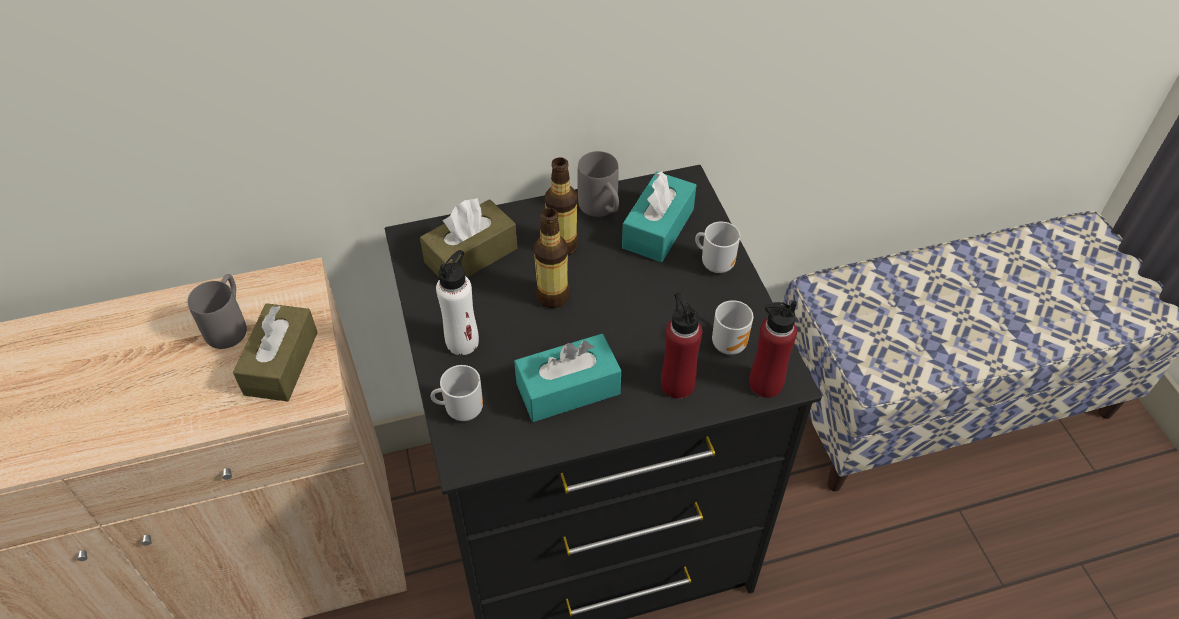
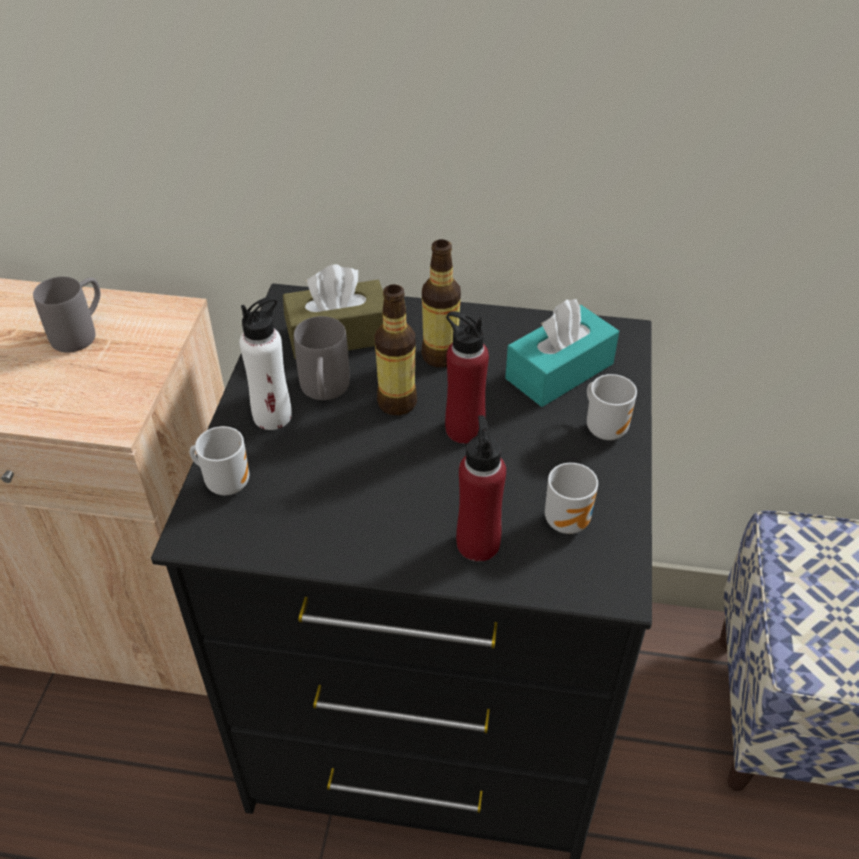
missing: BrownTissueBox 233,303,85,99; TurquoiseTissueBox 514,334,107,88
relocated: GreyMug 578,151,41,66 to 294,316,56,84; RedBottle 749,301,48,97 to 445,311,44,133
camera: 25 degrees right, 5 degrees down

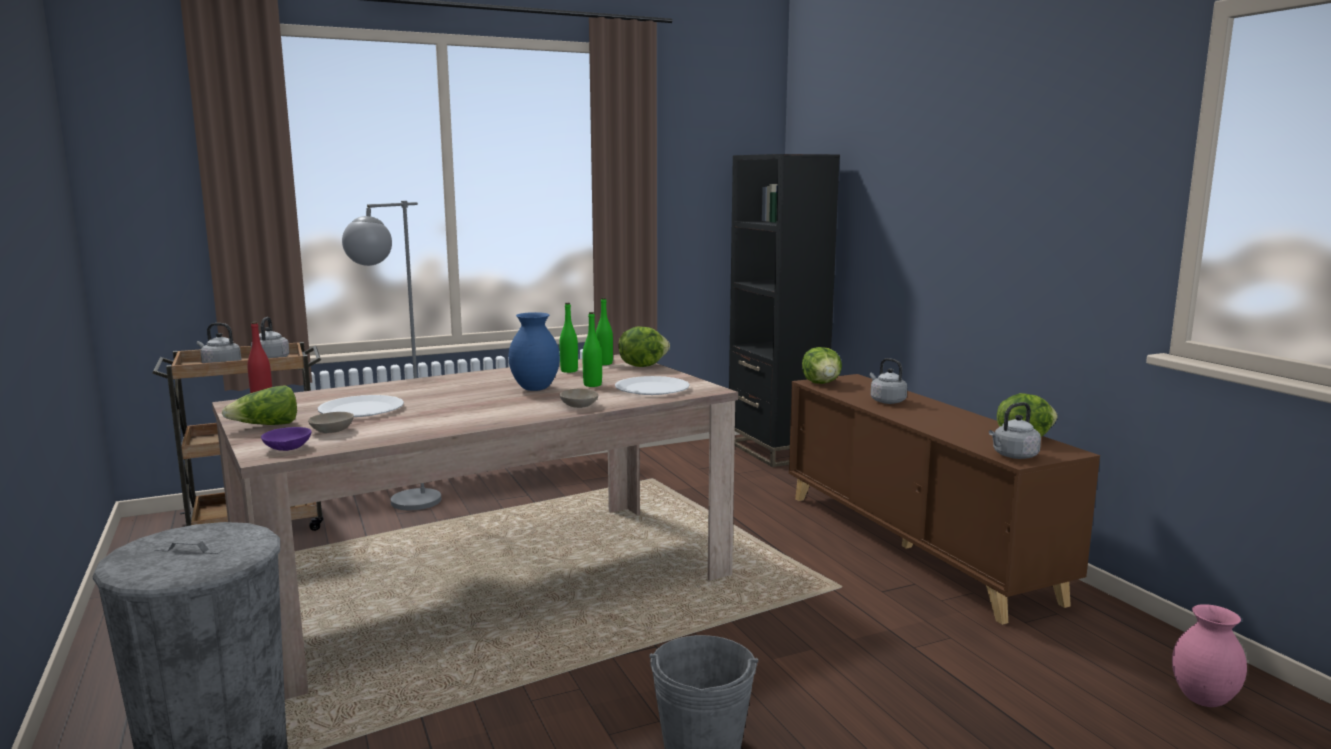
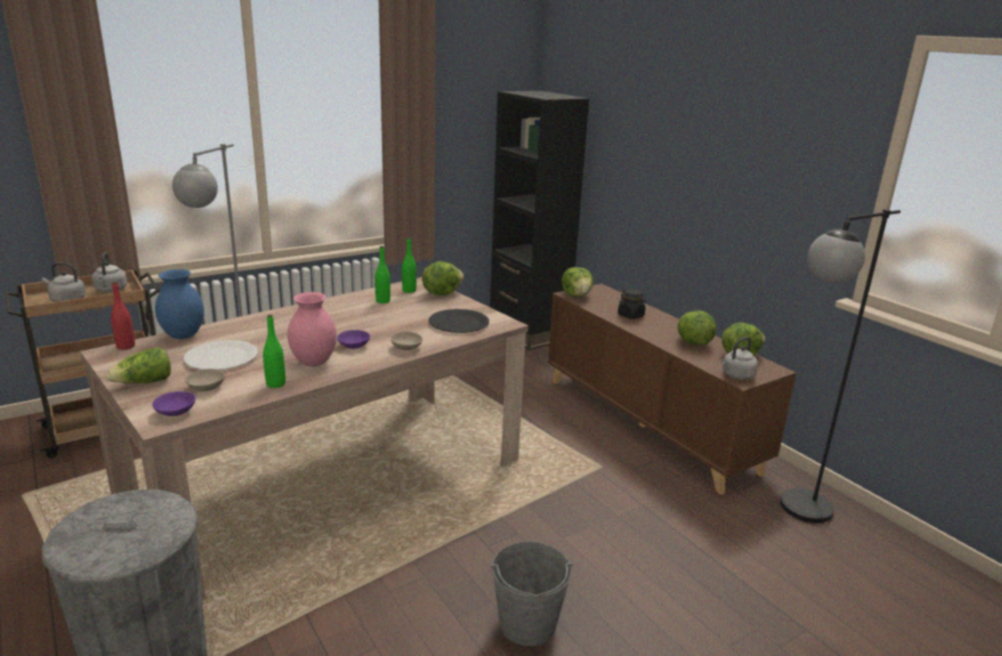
appeared: PurpleBowl 337,330,33,19; Lettuce 678,311,38,34; BlackFloorLamp 780,209,121,314
relocated: BlueVase 509,312,51,79 to 155,269,49,70; GreenBottle 582,312,20,75 to 263,314,22,74; PinkVase 1172,604,75,103 to 287,292,50,75
exchanged: GreyKettle 869,358,38,46 to BlackJar 618,289,28,30
colour: WhitePlate 615,376,75,19 to BlackPlate 429,309,60,24
camera: 10 degrees left, 10 degrees up

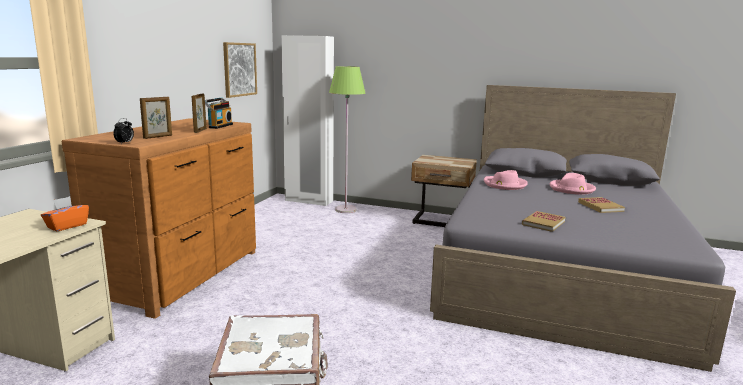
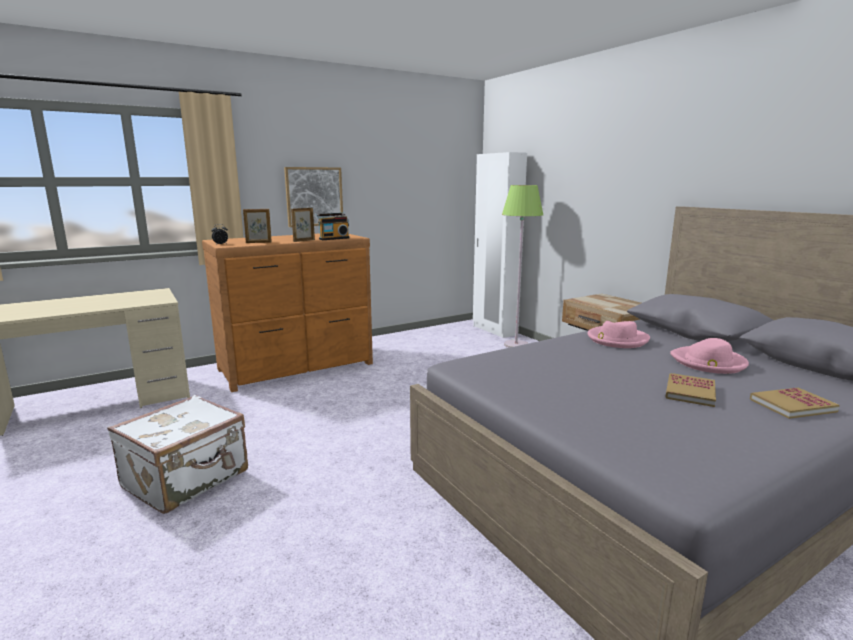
missing: OrangeTissueBox 41,196,48,36
relocated: Picture 223,42,34,56 to 284,167,59,60; Book 522,211,44,21 to 750,388,90,31
camera: 40 degrees right, 0 degrees up

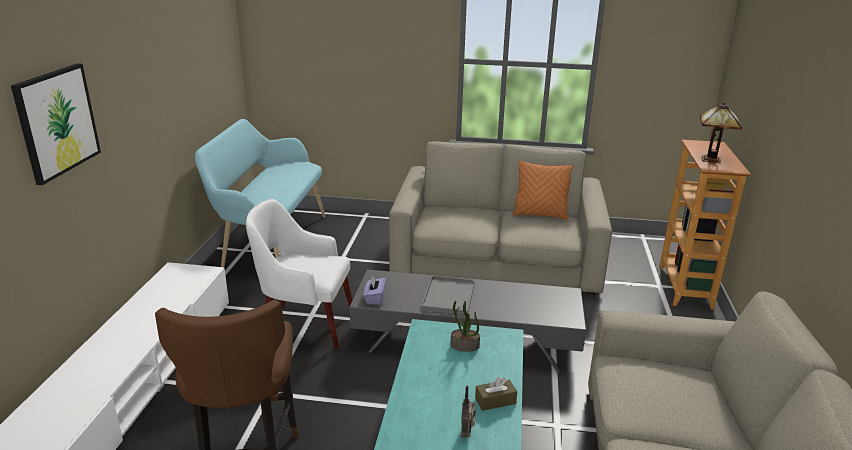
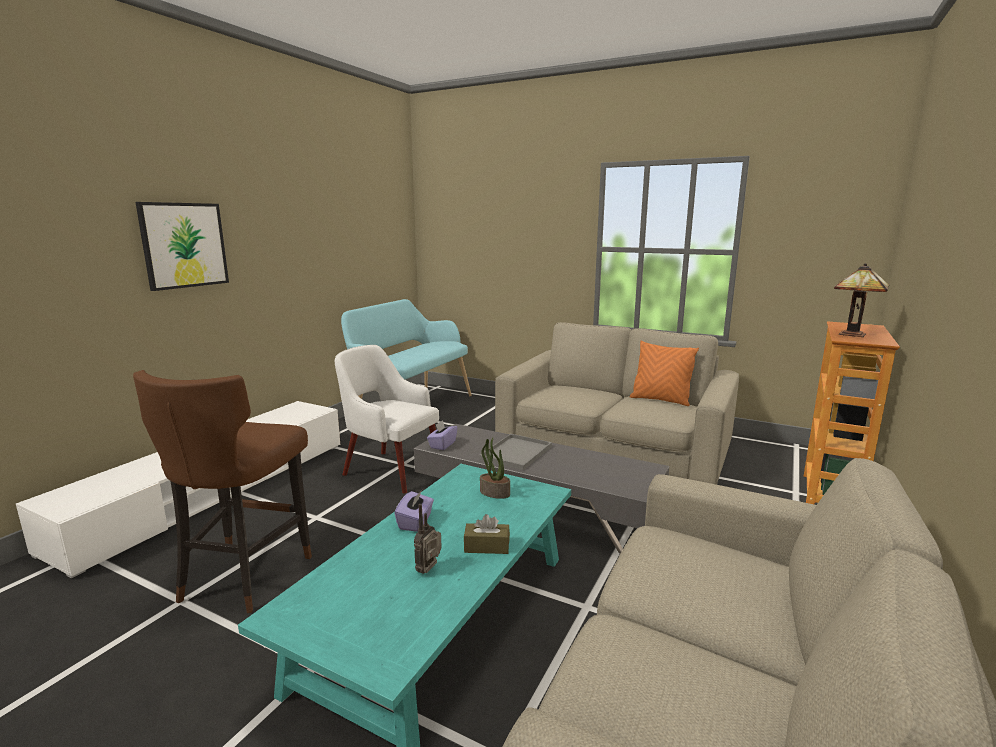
appeared: PurpleTissueBox 395,490,39,42
camera: 20 degrees right, 10 degrees down

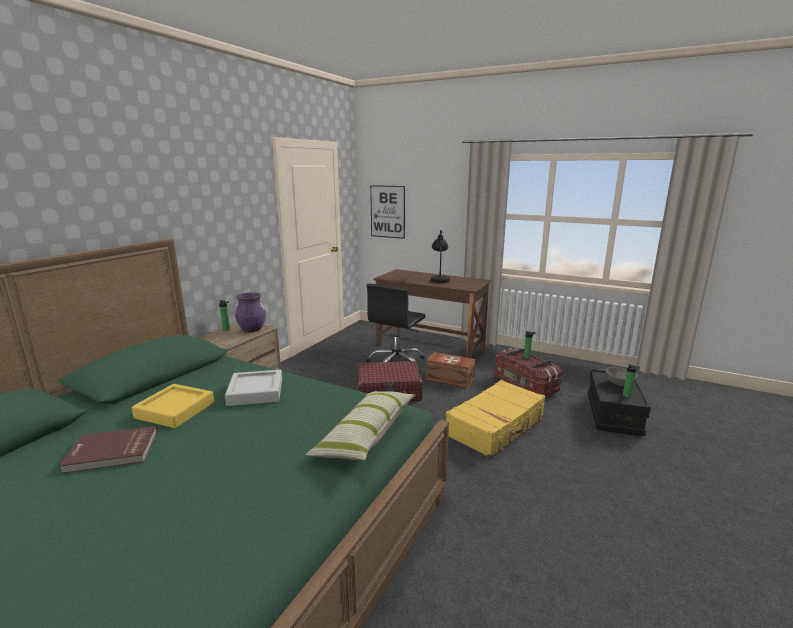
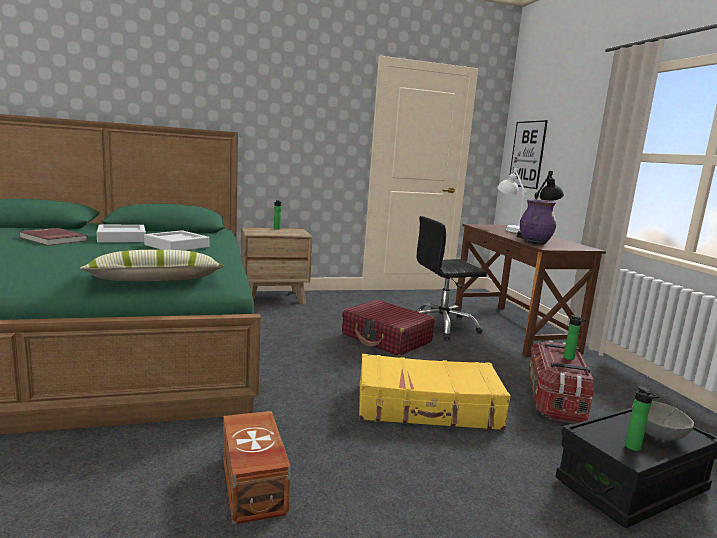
appeared: WhiteTableLamp 497,168,30,65
relocated: PurpleVase 235,292,31,40 to 520,199,36,46; BrownStorageBox 426,352,49,36 to 223,411,68,114
colour: YellowTray 131,384,83,44 to GreyTray 97,225,49,18
camera: 45 degrees right, 5 degrees down

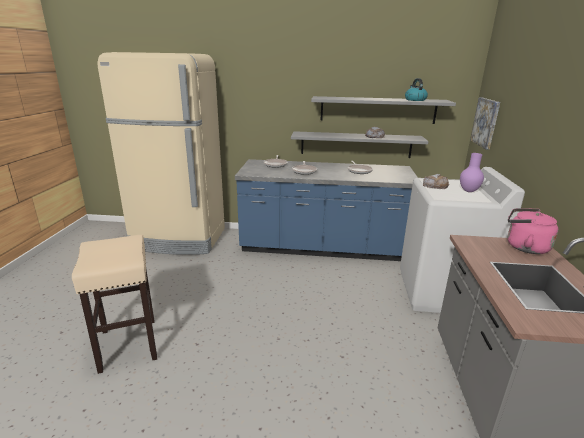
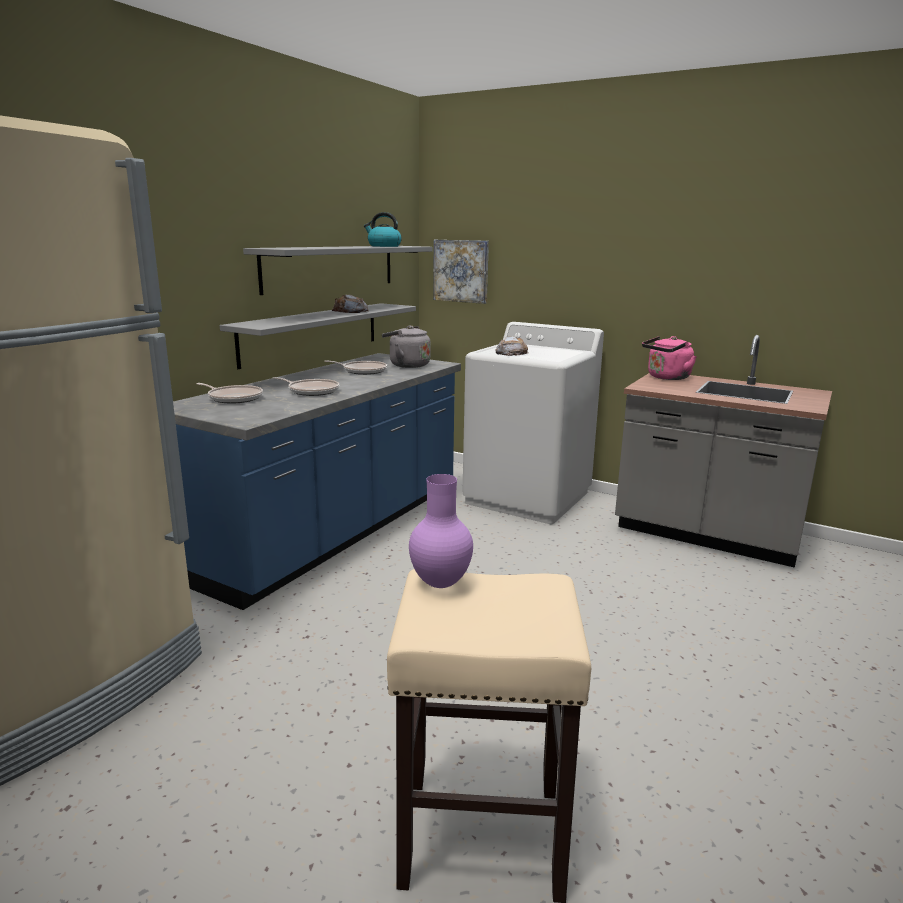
appeared: GreyKettle 382,326,49,42
relocated: PurpleVase 460,153,24,39 to 409,474,64,114
camera: 65 degrees left, 5 degrees down

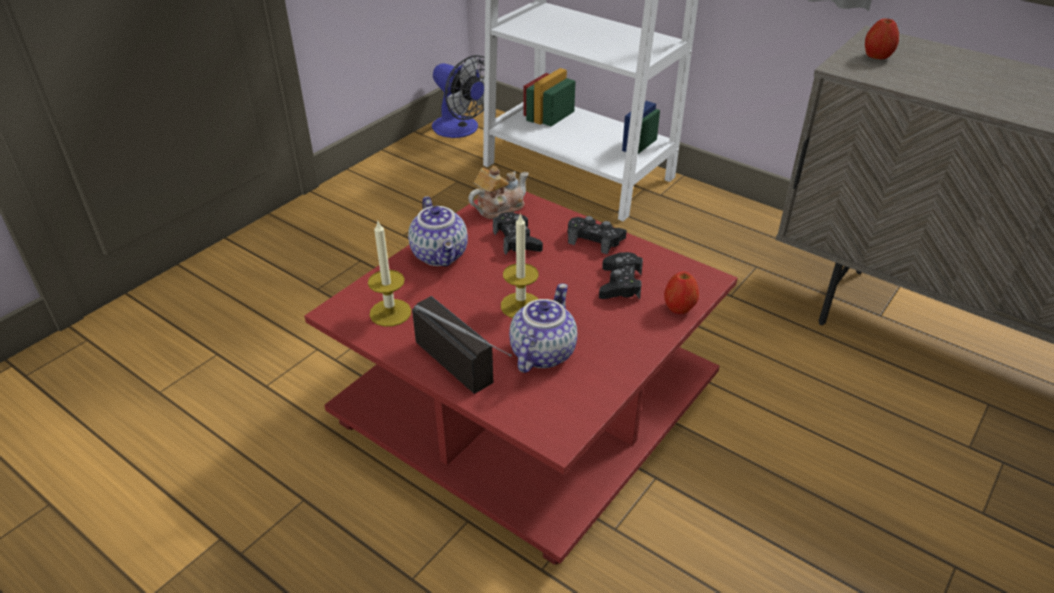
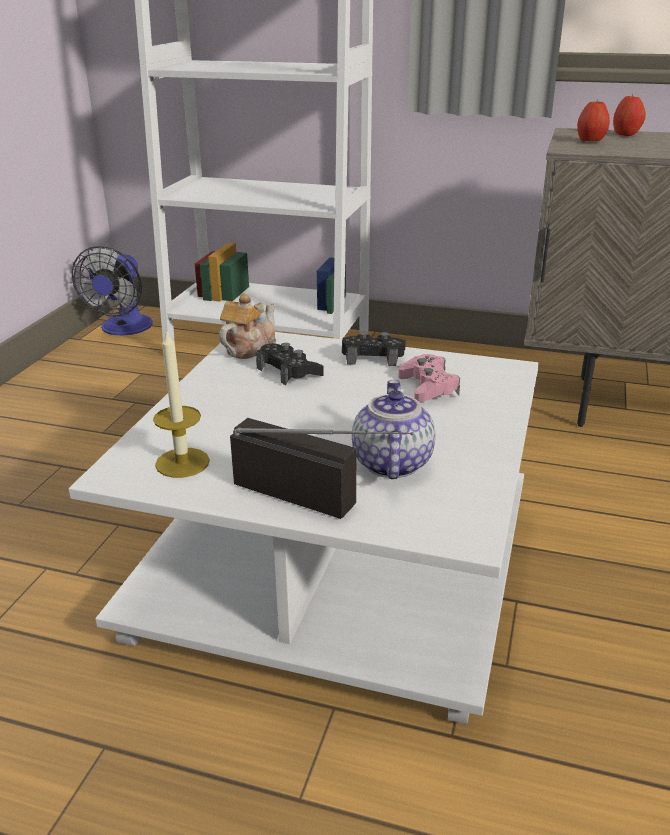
missing: Teapot 408,196,60,71; Candle 501,213,38,105
relocated: Apple 664,271,35,43 to 613,94,33,42
colour: RedCoffeeTable 304,192,434,373 to WhiteCoffeeTable 69,332,470,392; BlackGameController 599,252,44,47 to PinkGameController 399,354,61,49
spun: Fan 432,55,53,83 = 72,246,81,89 75 degrees clockwise
camera: 20 degrees left, 10 degrees down

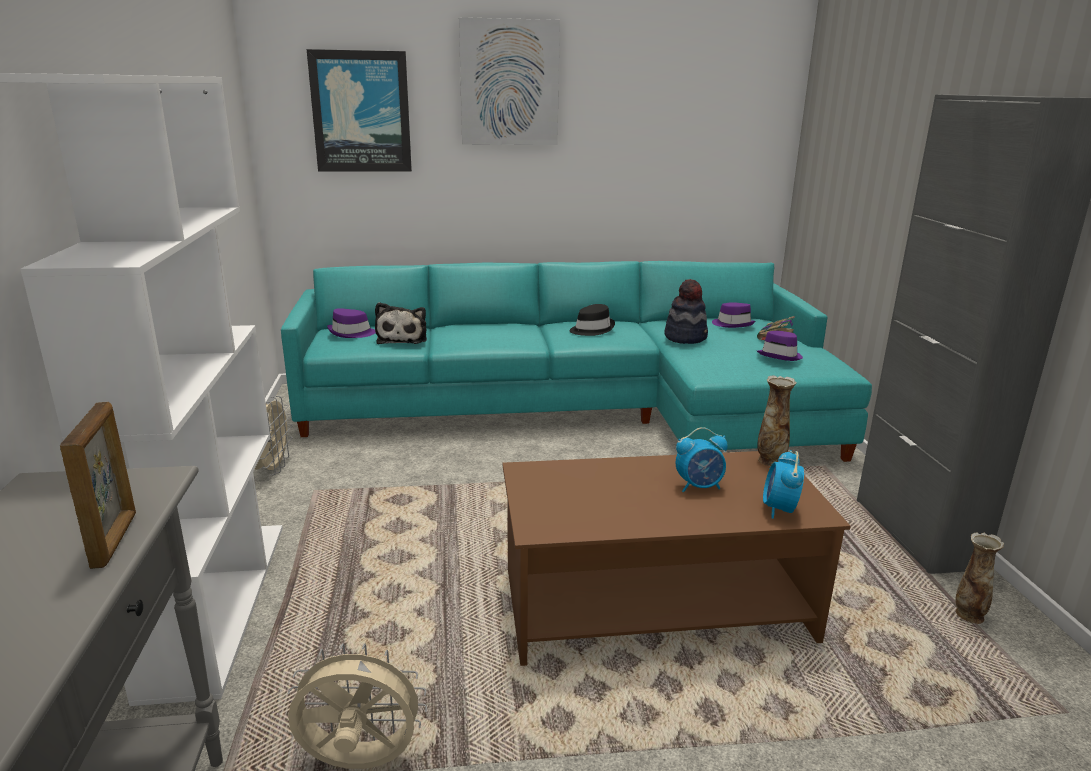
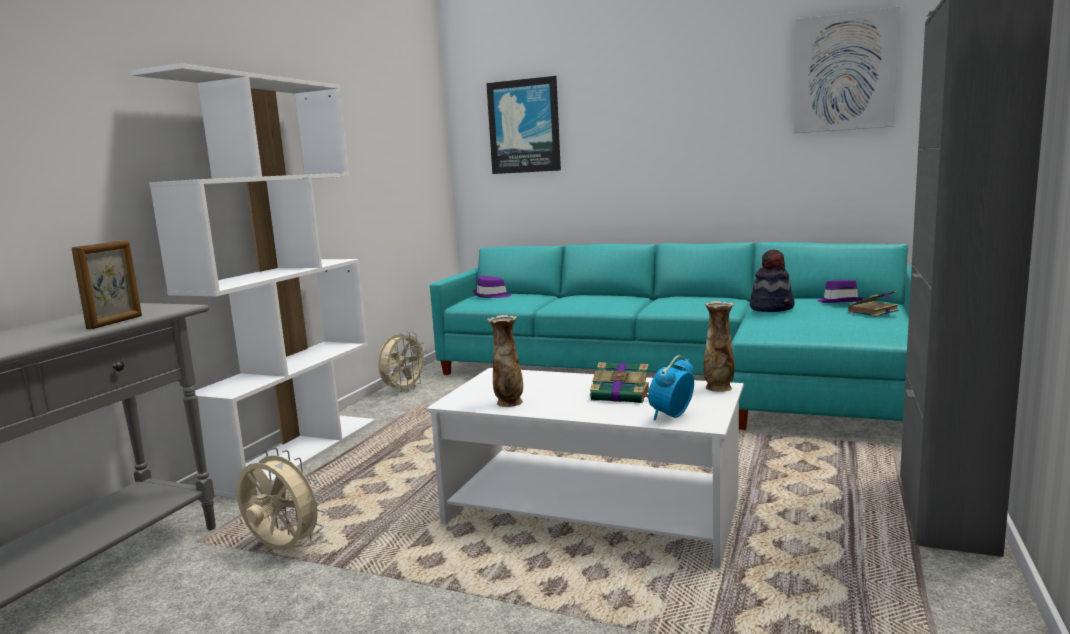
missing: PlushToy 375,302,52,42; BlackHat 570,304,45,32; PurpleHat 757,331,46,30
relocated: Picture 459,17,101,128 to 794,7,106,126; Vase 956,533,48,91 to 487,315,36,92
exchanged: AlarmClock 676,427,52,65 to Book 590,362,59,41
colour: BrownCoffeeTable 503,451,348,215 to WhiteCoffeeTable 426,368,318,201
camera: 30 degrees right, 10 degrees down

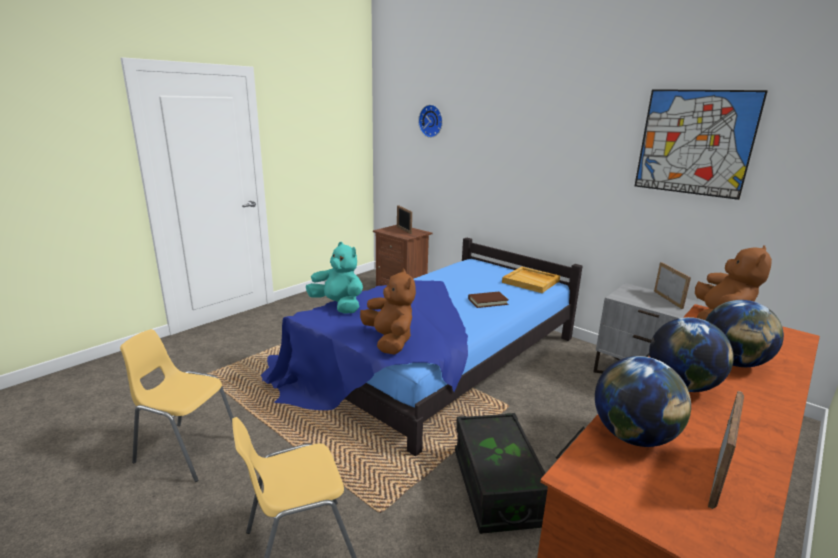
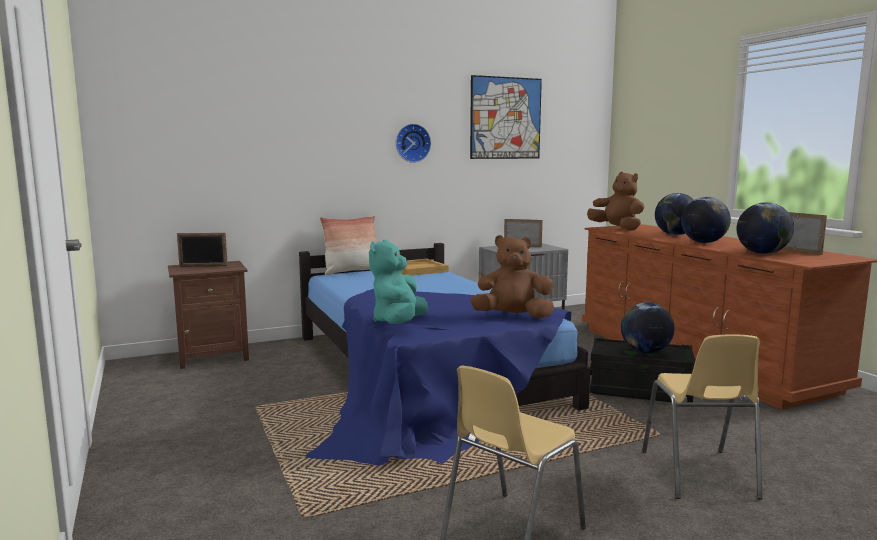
missing: BrownBook 468,292,41,16
appeared: Pillow 320,216,56,59; Globe 621,302,53,52
relocated: WallClock 418,105,25,33 to 396,124,35,39
spun: TurquoisePlushToy 306,242,57,72 = 369,239,59,85 45 degrees counterclockwise
camera: 65 degrees left, 10 degrees down

